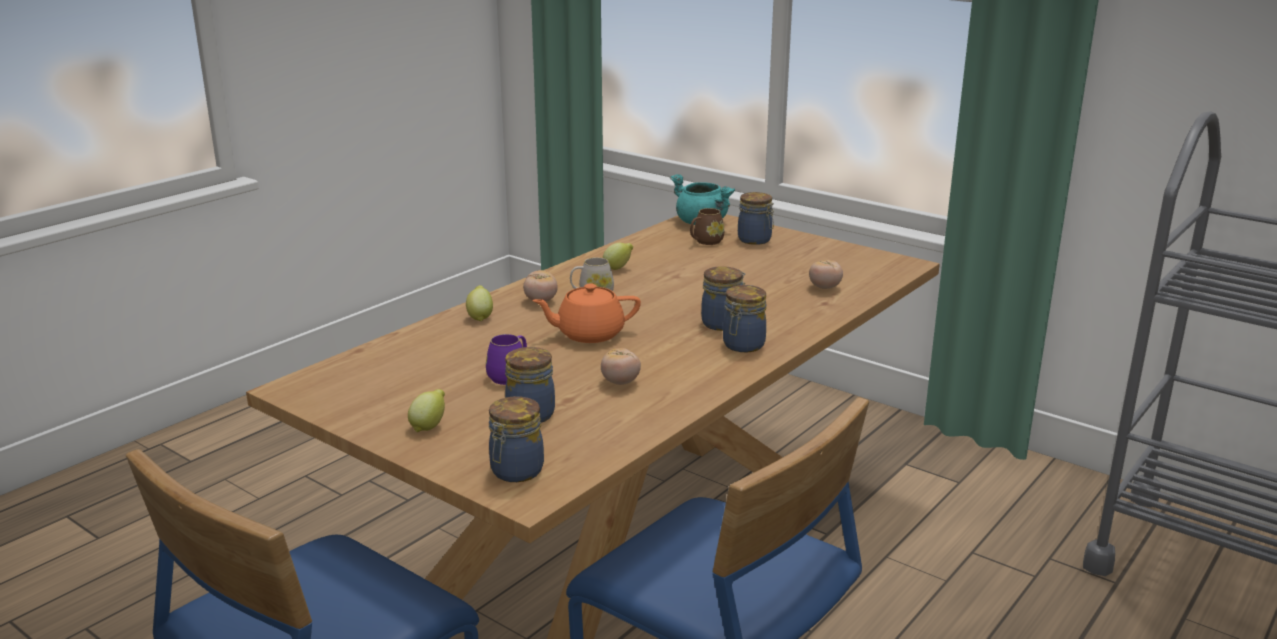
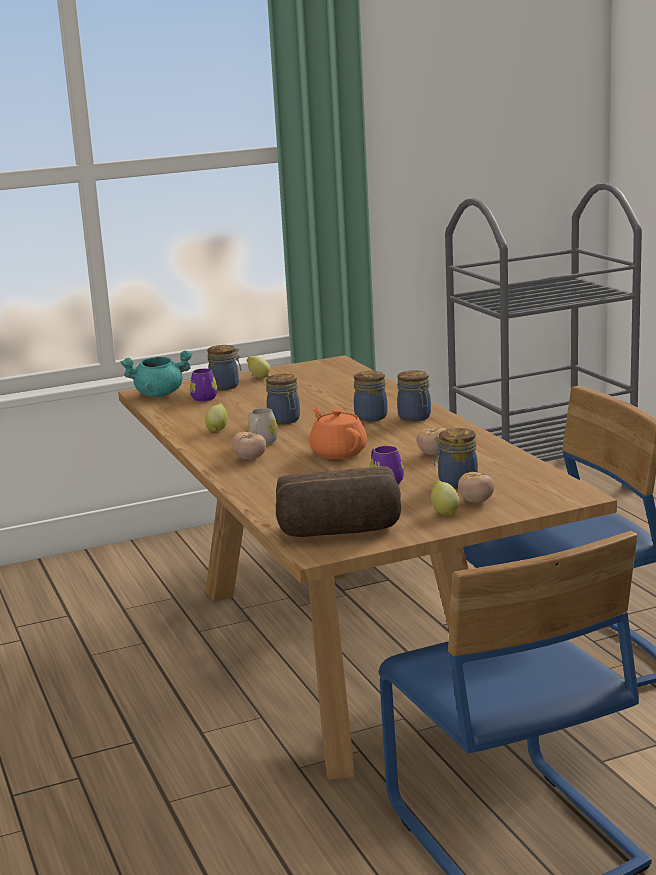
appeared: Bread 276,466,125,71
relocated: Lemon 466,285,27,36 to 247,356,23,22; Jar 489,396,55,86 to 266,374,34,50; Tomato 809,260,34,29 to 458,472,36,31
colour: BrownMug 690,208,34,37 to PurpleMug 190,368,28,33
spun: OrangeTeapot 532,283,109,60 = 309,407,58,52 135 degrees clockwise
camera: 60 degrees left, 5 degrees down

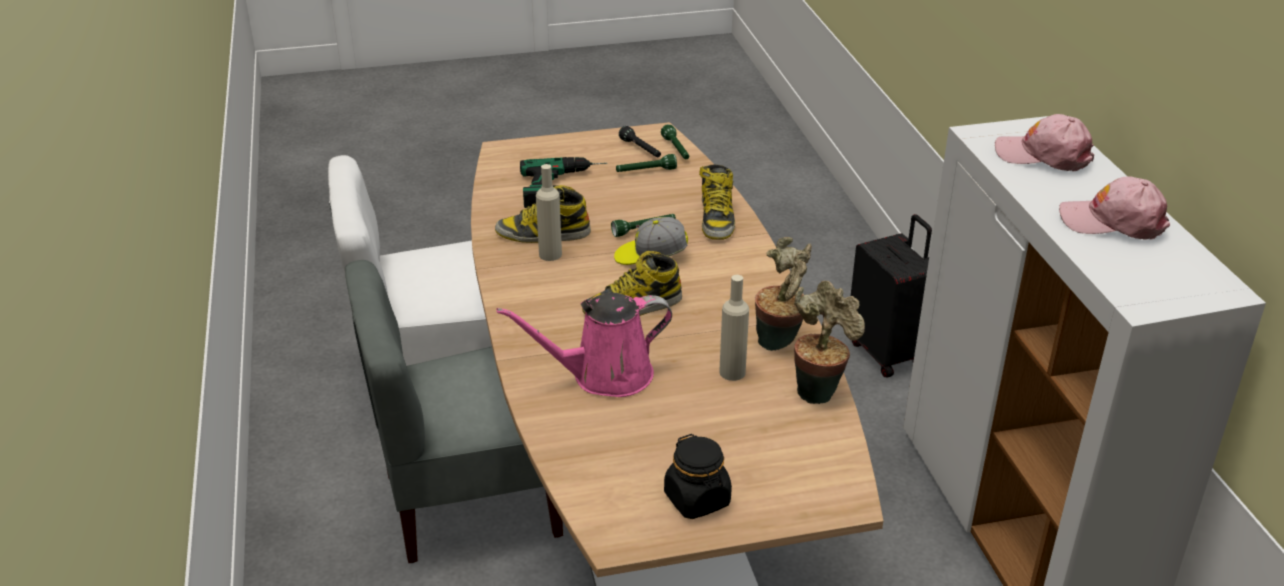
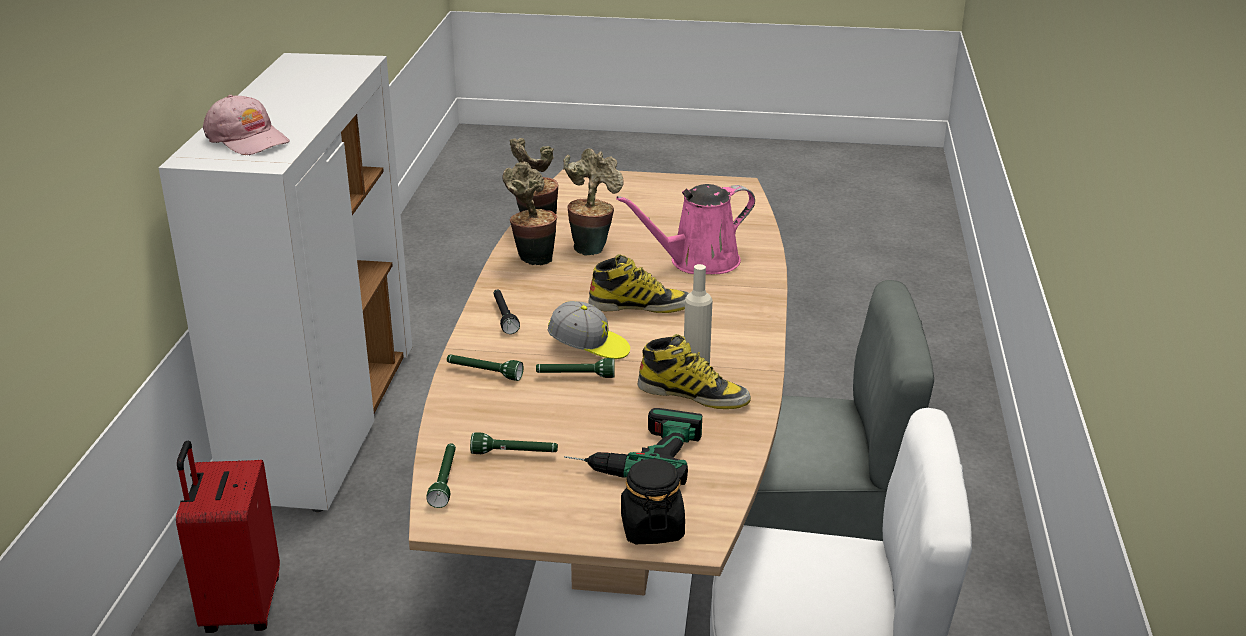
missing: PinkCap 1059,176,111,64
relocated: BlackFlashlight 619,126,42,31 to 493,289,27,45; BlackJar 664,434,68,85 to 621,458,64,86
exchanged: Boot 699,165,36,75 to GreenFlashlight 447,355,77,26; BeigeBottle 719,275,30,106 to PottedPlant 563,148,61,107
colour: BlackSuitcase 851,214,81,164 to RedSuitcase 176,441,104,192
spun: PinkWateringCan 496,293,176,104 = 616,184,139,90 150 degrees clockwise
camera: 160 degrees left, 5 degrees down

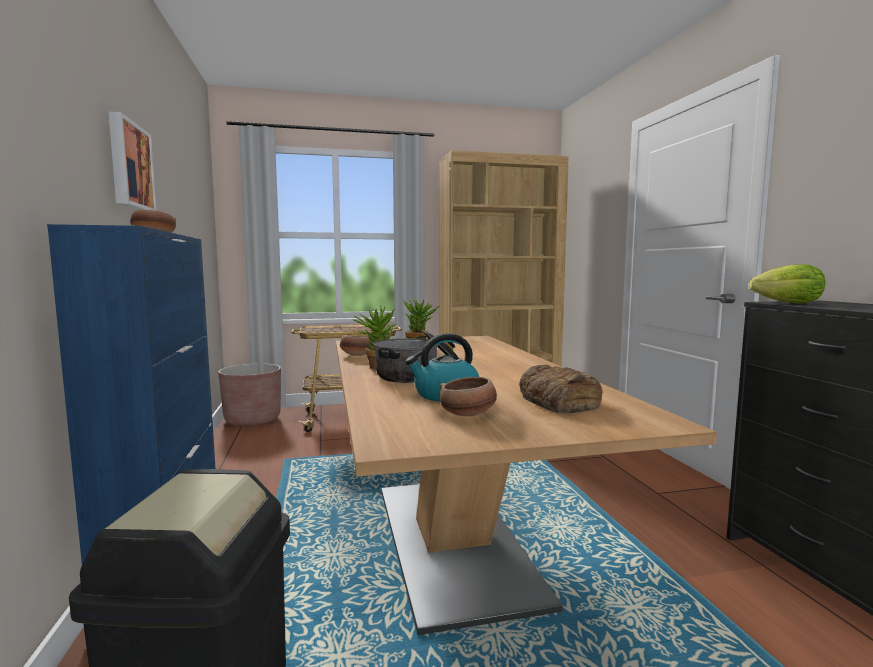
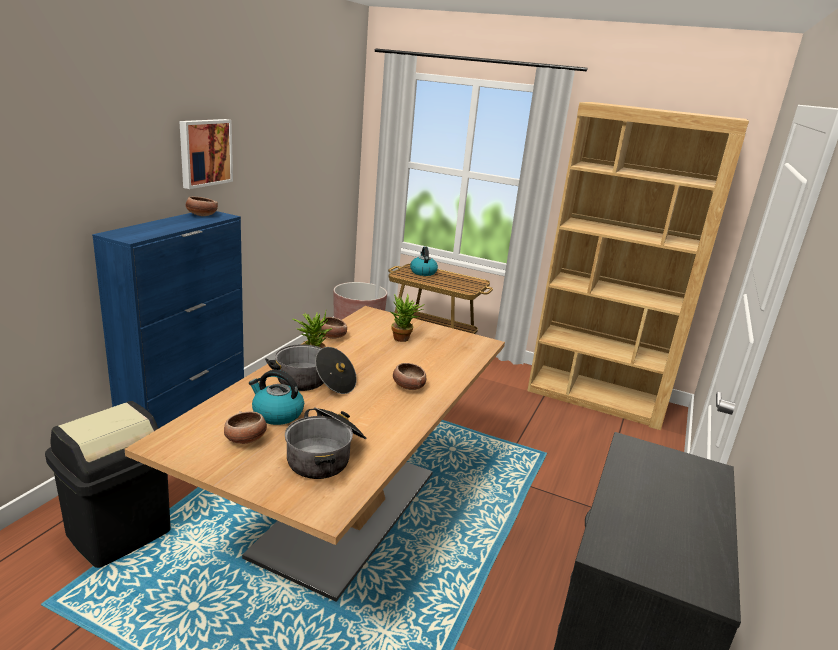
missing: Lettuce 749,264,76,40
appeared: Bowl 393,363,33,27; Kettle 410,247,28,29
exchanged: Bread 519,365,84,48 to CookingPot 285,407,82,72
camera: 35 degrees right, 15 degrees up

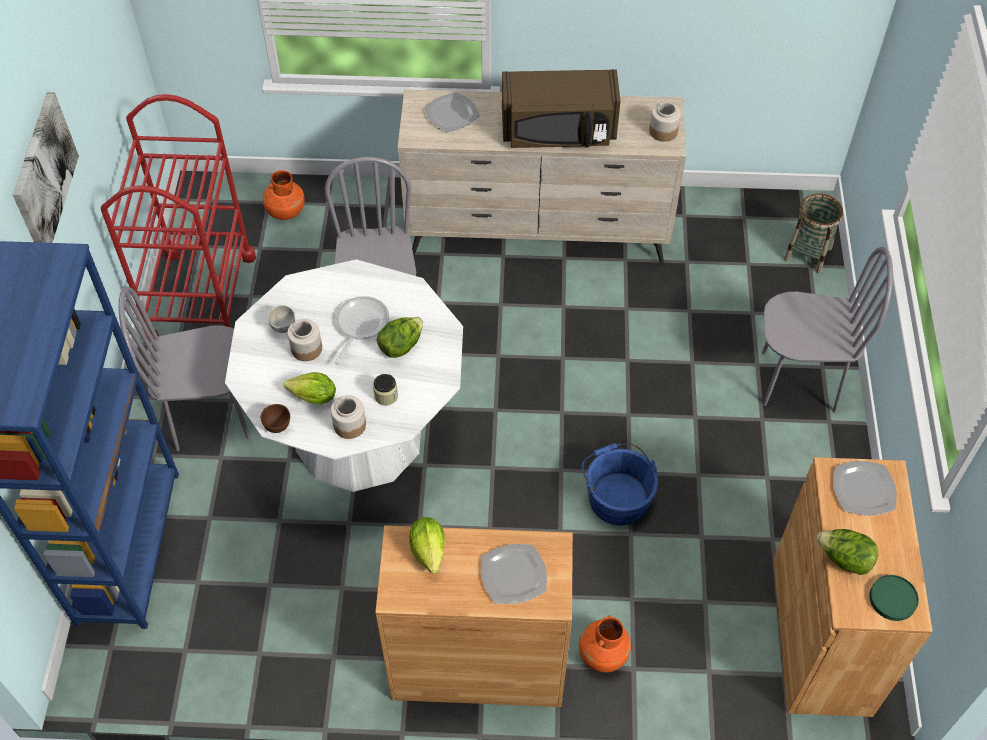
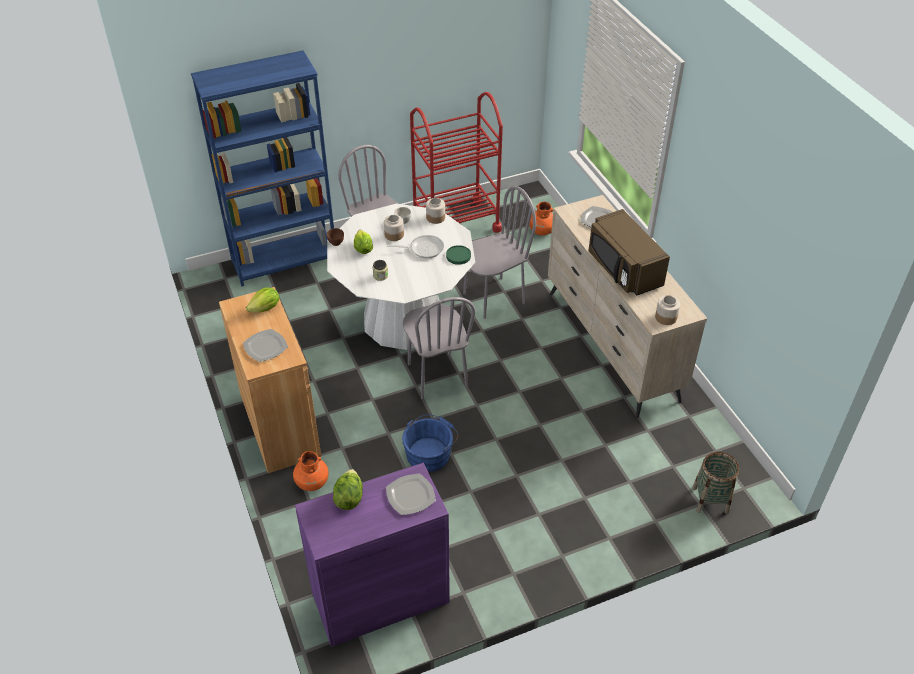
missing: Picture 13,92,66,151; Lettuce 376,317,47,41
relocated: Jar 331,395,35,44 to 426,198,19,26; GreyChair 762,247,131,166 to 403,297,72,102; GreenPlate 869,575,50,46 to 446,245,25,20
colour: BrownCabinet 774,457,159,260 to PurpleCabinet 295,463,155,184
camera: 65 degrees right, 10 degrees down

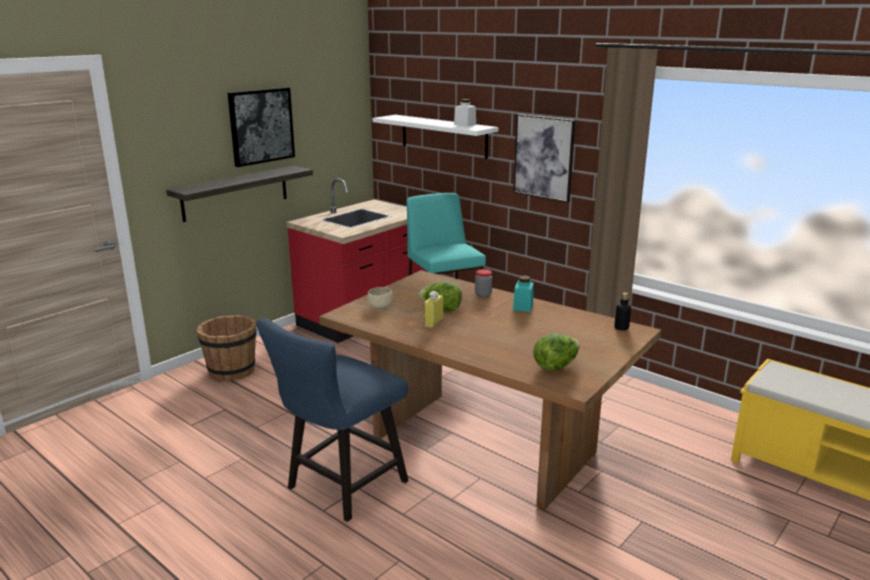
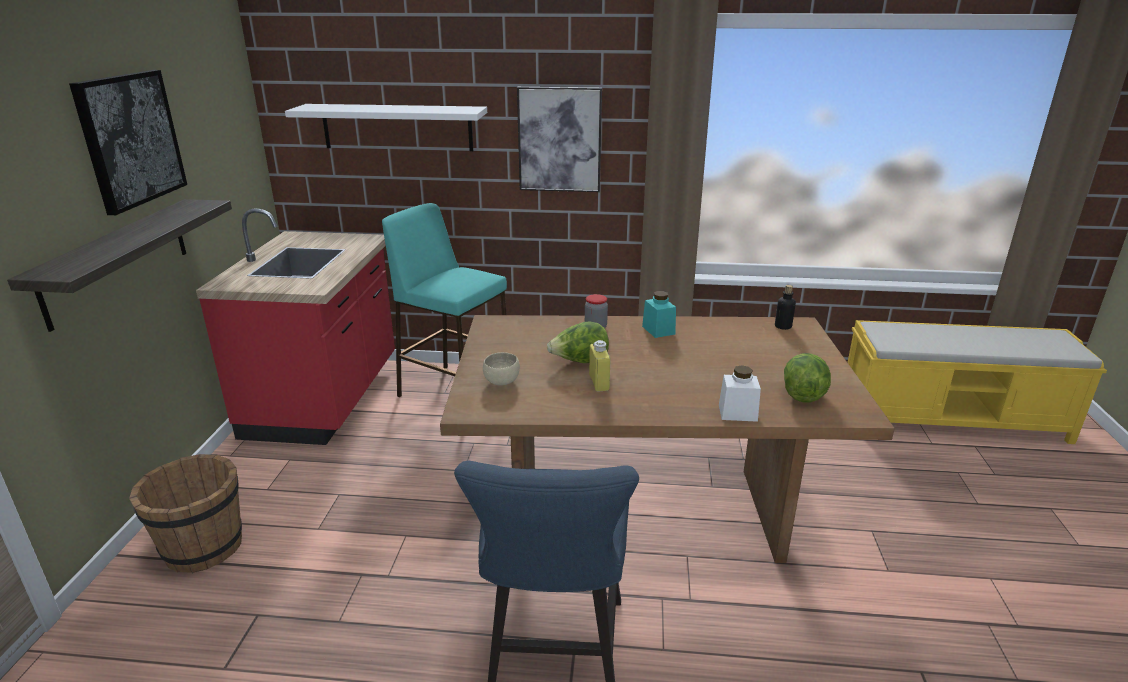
relocated: WhiteJar 454,99,22,27 to 719,365,42,57
camera: 35 degrees left, 5 degrees up

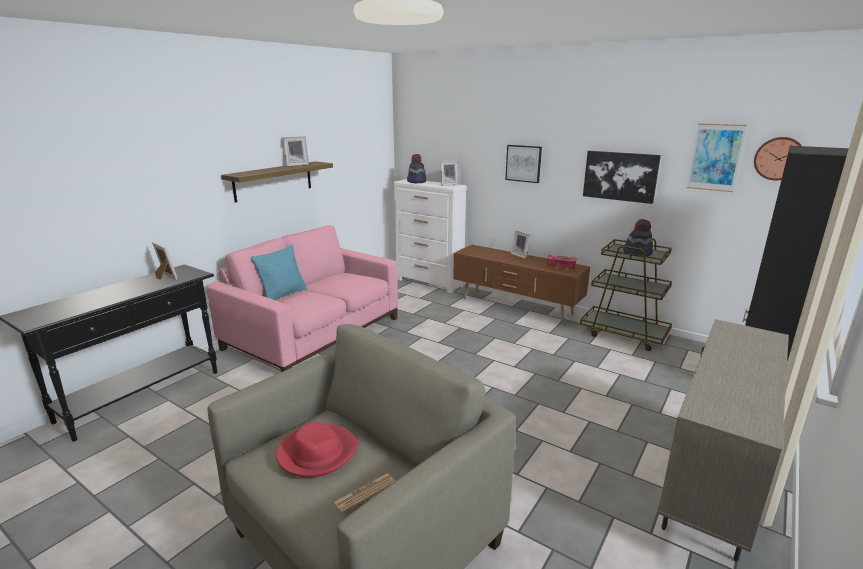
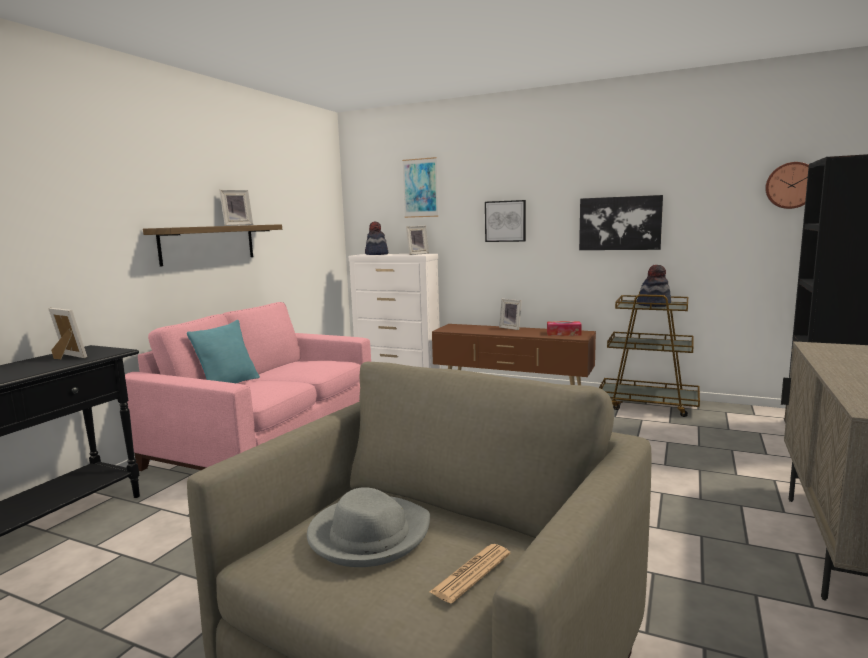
relocated: Picture 687,123,60,69 to 402,157,36,61
colour: RedHat 276,422,83,56 to GreyHat 307,488,123,79
camera: 10 degrees left, 10 degrees down

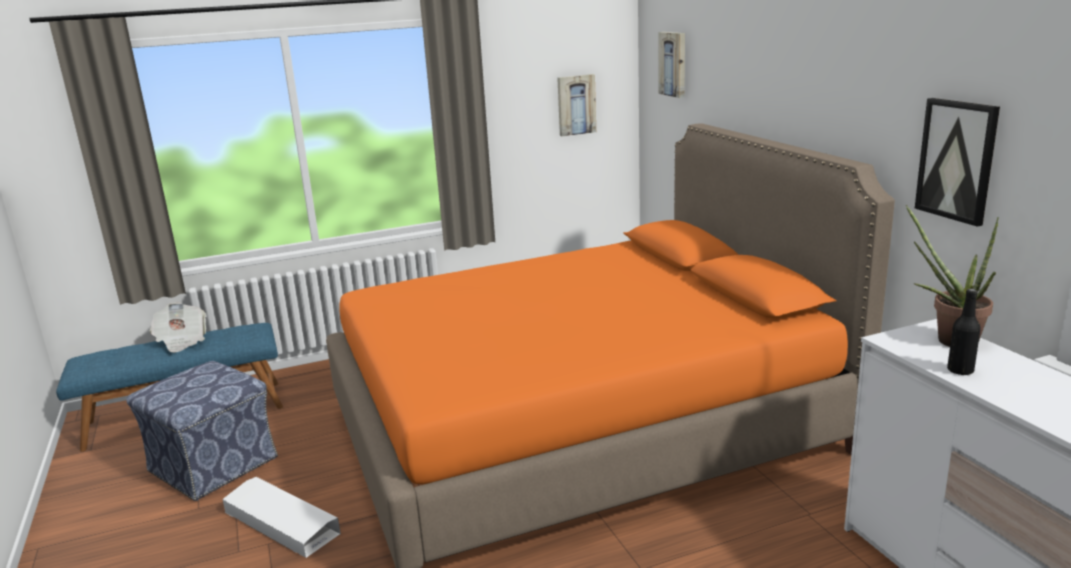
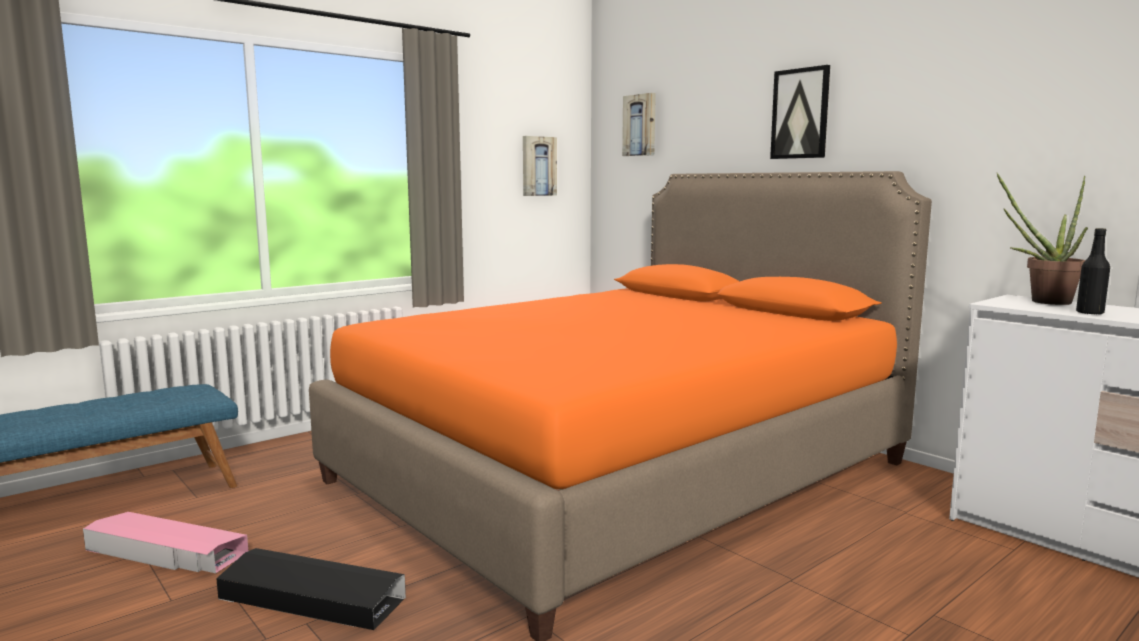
missing: Newspaper 150,302,56,51
relocated: Picture 915,98,85,129 to 770,65,60,94
exchanged: Ottoman 126,361,152,140 to PinkStorageBox 83,512,166,61
colour: WhiteStorageBox 222,477,119,81 to BlackStorageBox 216,548,190,82
camera: 20 degrees left, 10 degrees down

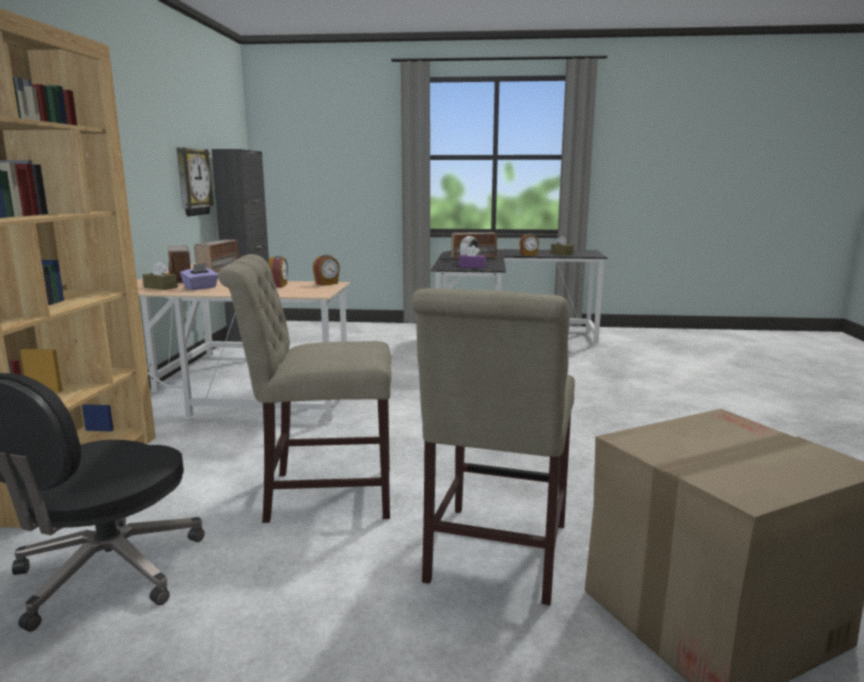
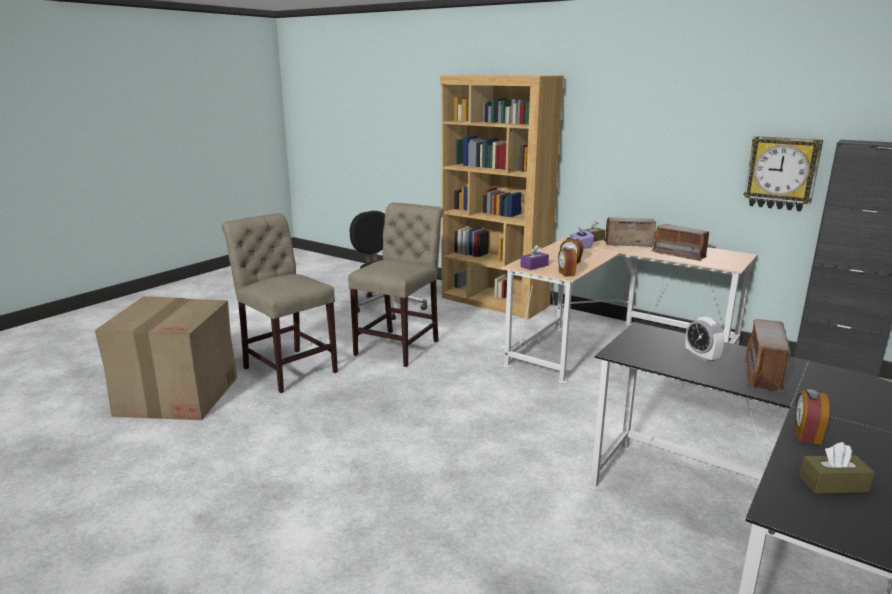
relocated: PurpleTissueBox 459,245,27,23 to 520,245,29,25
camera: 120 degrees right, 5 degrees up

